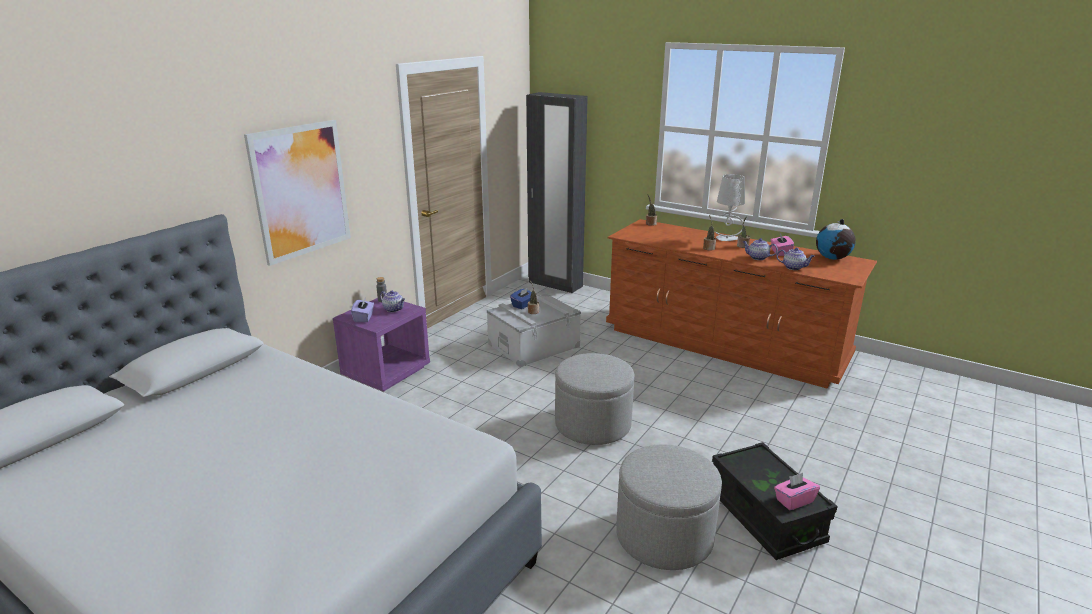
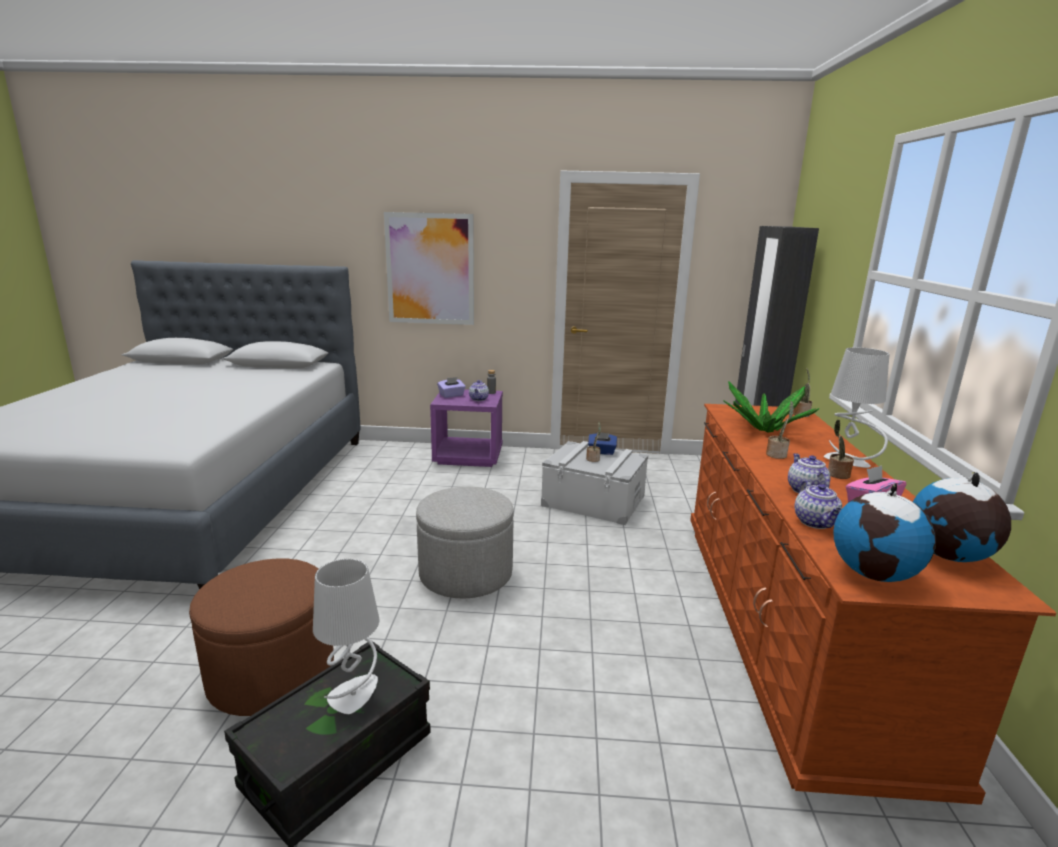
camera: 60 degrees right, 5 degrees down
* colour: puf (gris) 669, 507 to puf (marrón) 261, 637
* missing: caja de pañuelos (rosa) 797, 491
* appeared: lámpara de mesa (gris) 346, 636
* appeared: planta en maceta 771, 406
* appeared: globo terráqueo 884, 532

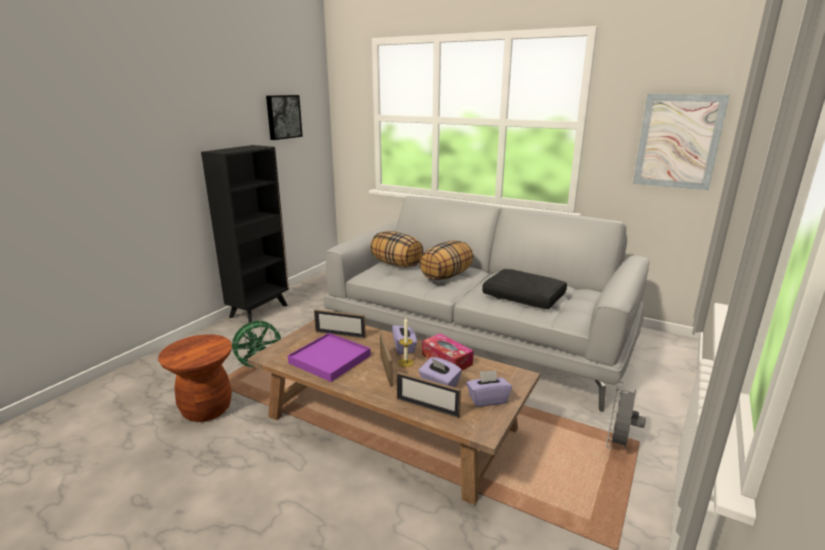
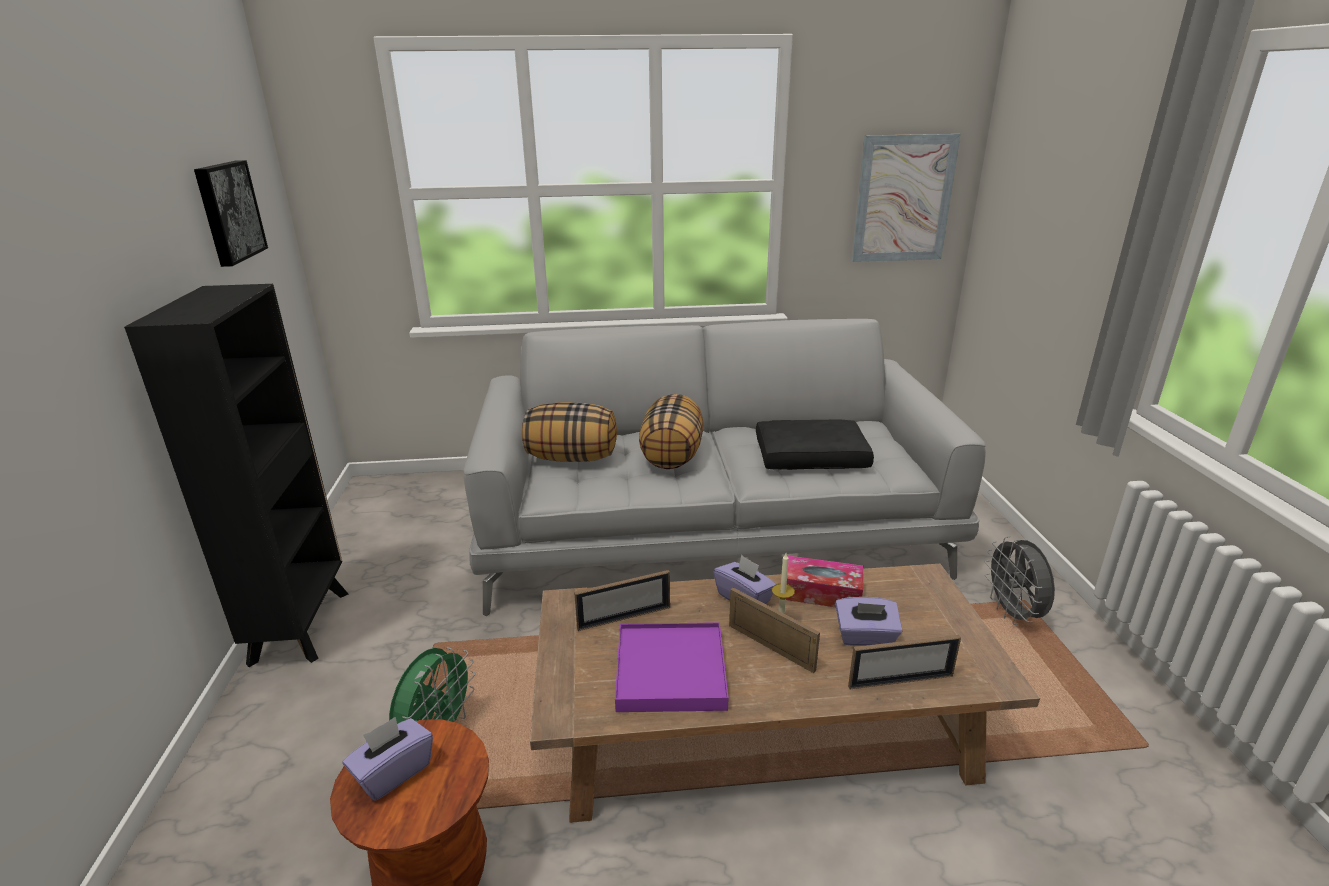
camera: 35 degrees left, 5 degrees up
* relocated: caja de pañuelos (morado) 489, 388 to 387, 759

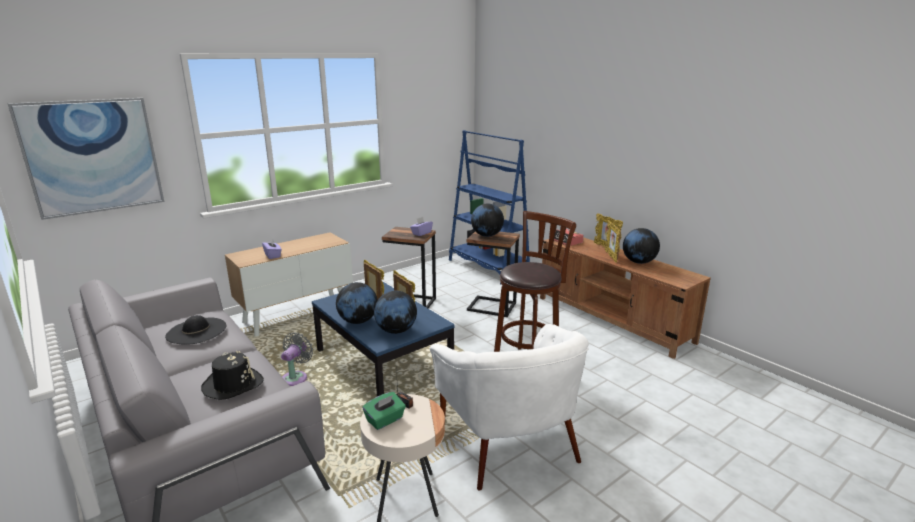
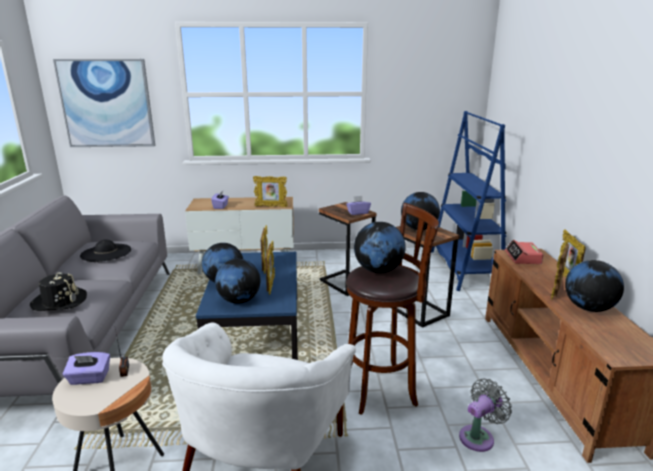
camera: 35 degrees right, 0 degrees up
* relocated: ventilador (gris) 297, 359 to 485, 415
* colour: caja de pañuelos (verde) 384, 411 to caja de pañuelos (morado) 86, 368
* appeared: portarretratos 270, 191
* appeared: globo terráqueo 380, 247

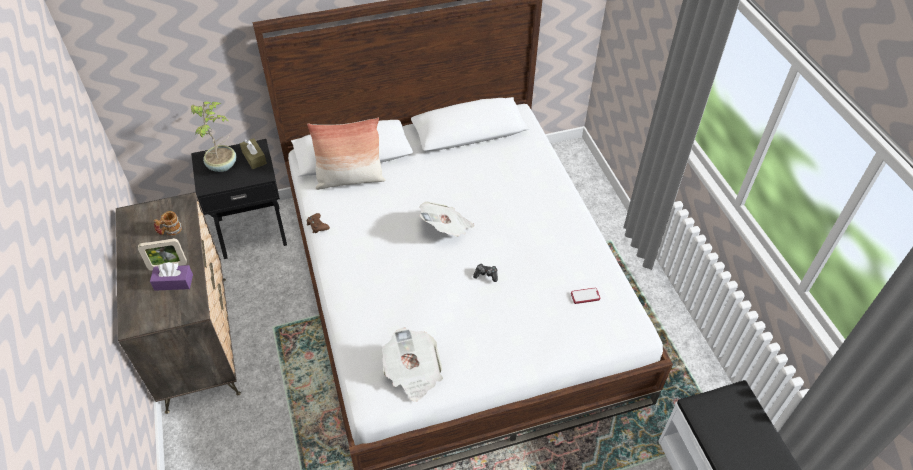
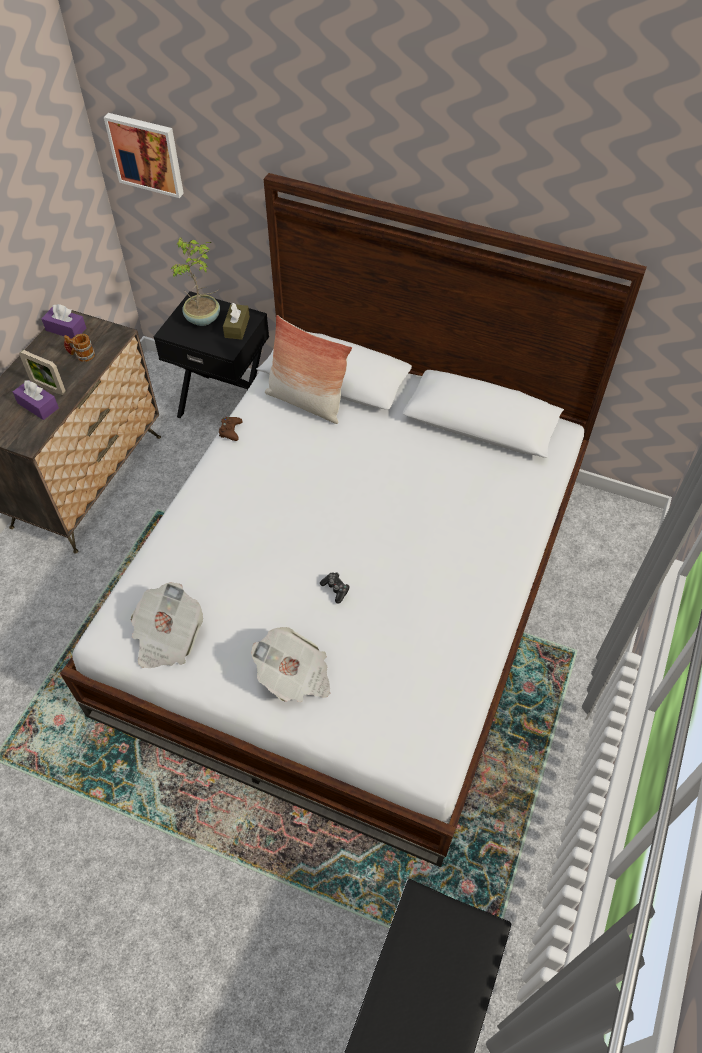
camera: 40 degrees right, 5 degrees up
* relocated: periódico 446, 219 to 290, 664
* missing: móvil 585, 296
* appeared: caja de pañuelos (morado) 64, 321
* appeared: cuadro 144, 155

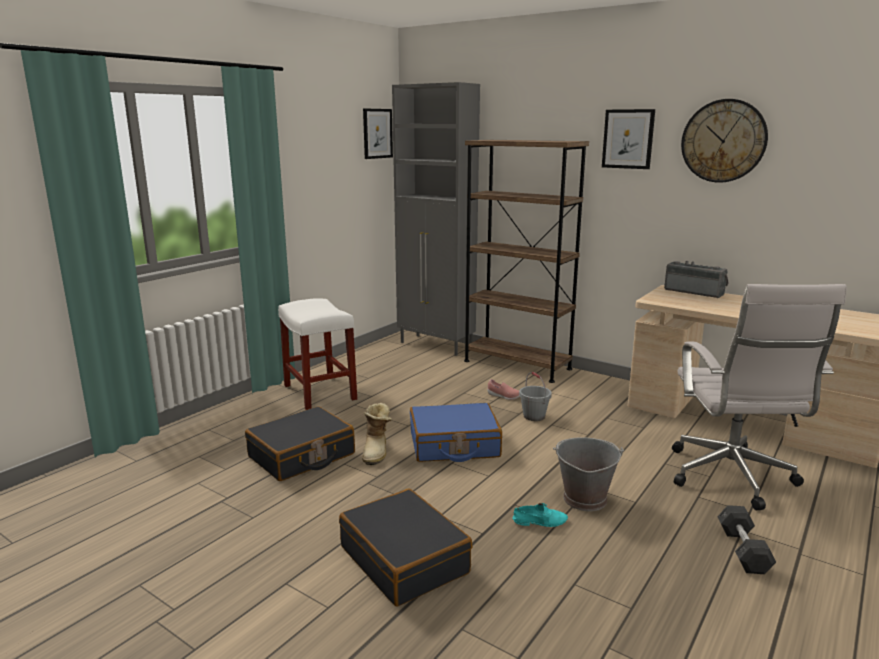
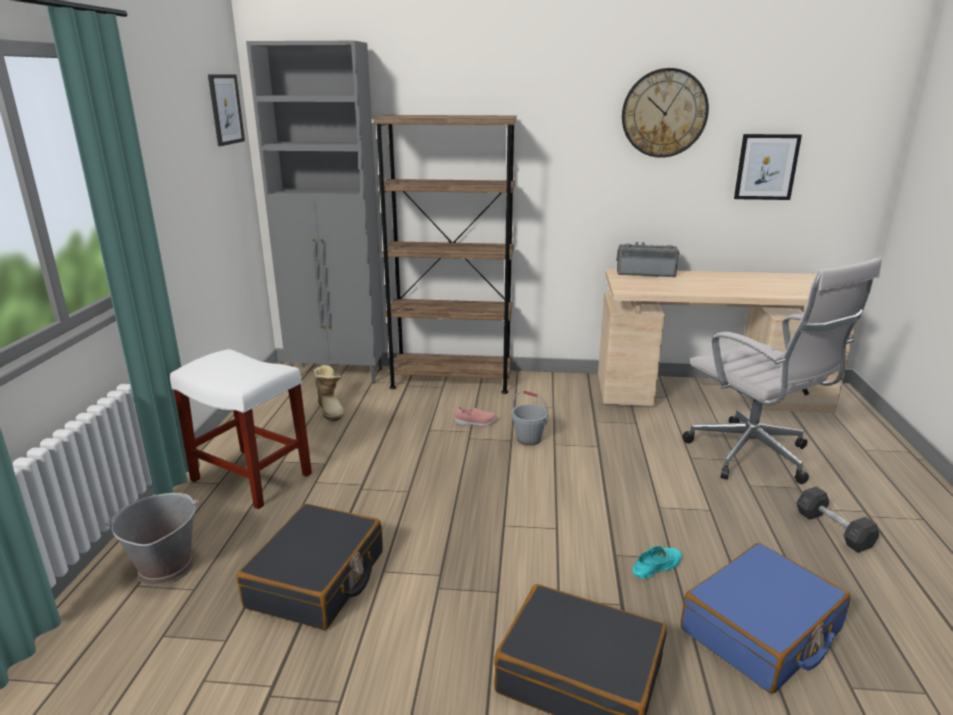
camera: 30 degrees left, 5 degrees up
* relocated: bota 377, 434 to 329, 393
* relocated: maleta (azul) 456, 432 to 765, 618
* relocated: cubo (gris) 588, 474 to 152, 539
* relocated: cuadro 628, 139 to 768, 167

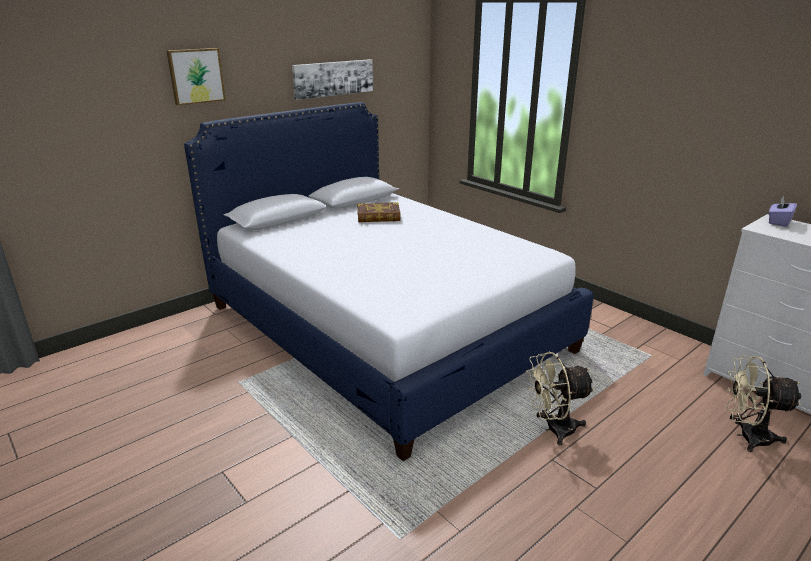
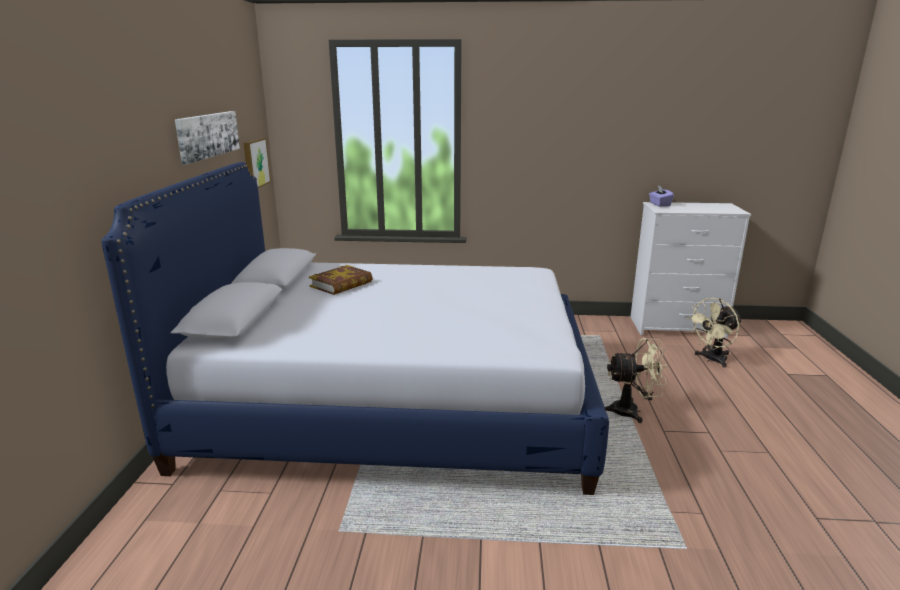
camera: 45 degrees left, 5 degrees down
* relocated: cuadro 196, 76 to 257, 163
* spun: ventilador (beis) 560, 398 = 636, 380 120 degrees counterclockwise

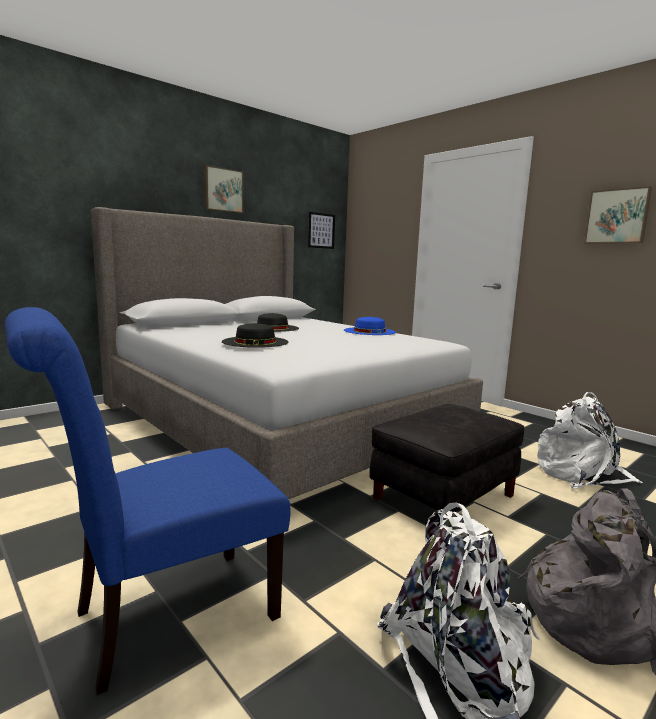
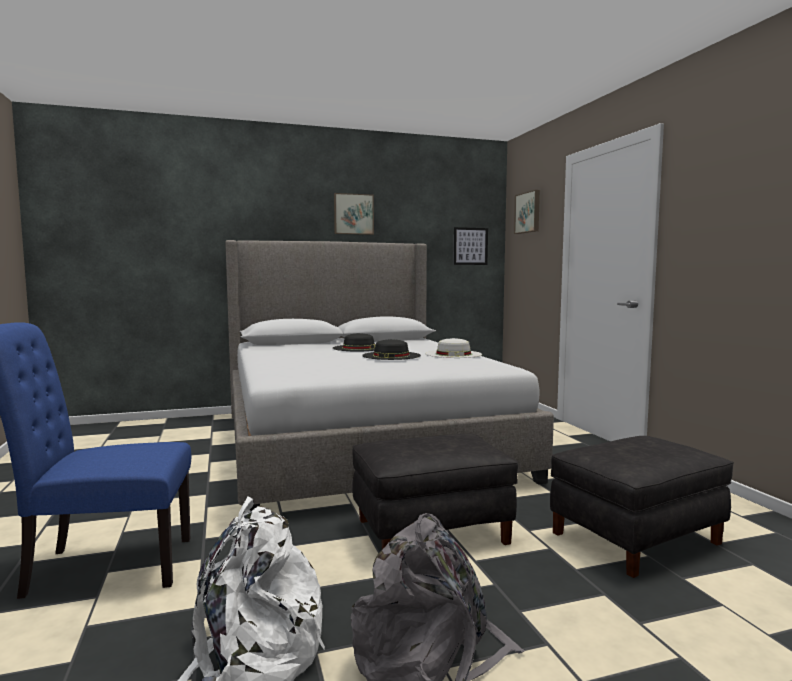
camera: 25 degrees right, 5 degrees down
* relocated: sombrero (negro) 255, 335 to 391, 349
* colour: sombrero (azul) 370, 326 to sombrero (blanco) 453, 348
* exchanged: mochila (blanco) 590, 440 to puf (negro) 642, 507
* relocated: cuadro 618, 214 to 527, 212

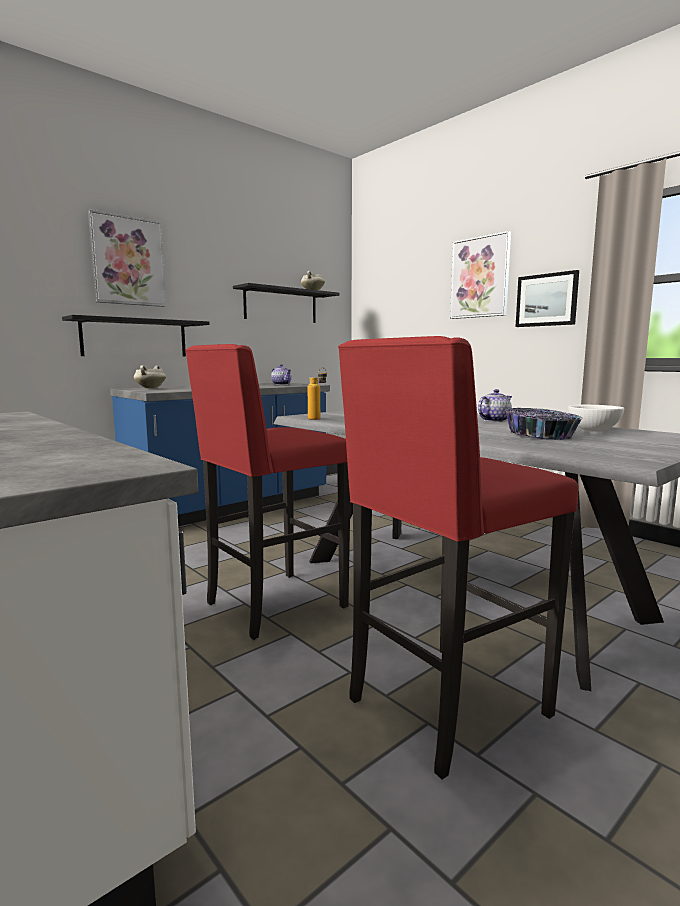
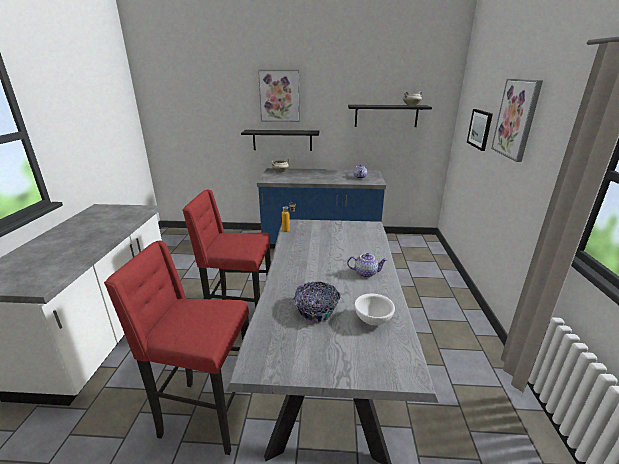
camera: 45 degrees right, 15 degrees up
* relocated: cuadro 547, 298 to 480, 130

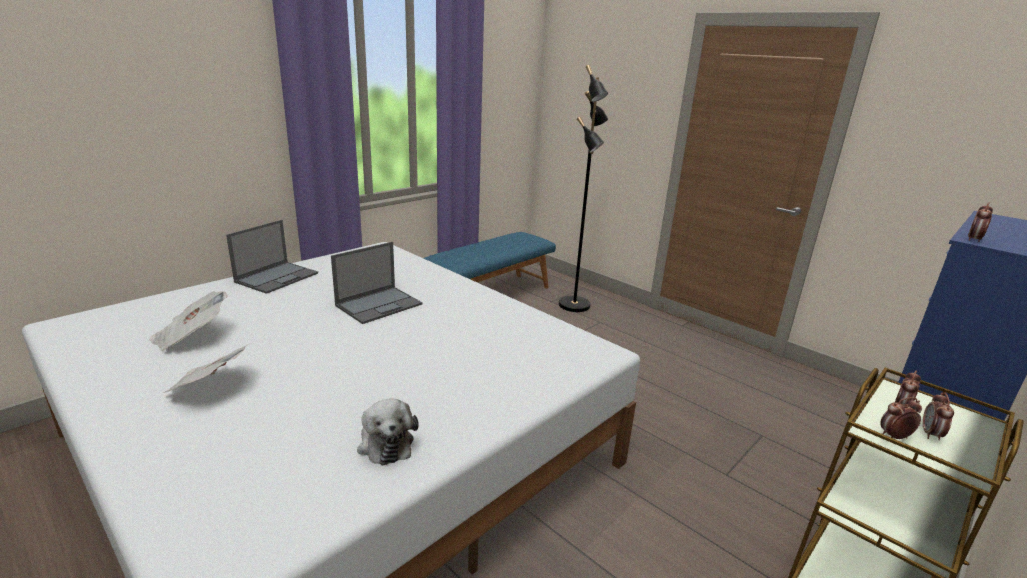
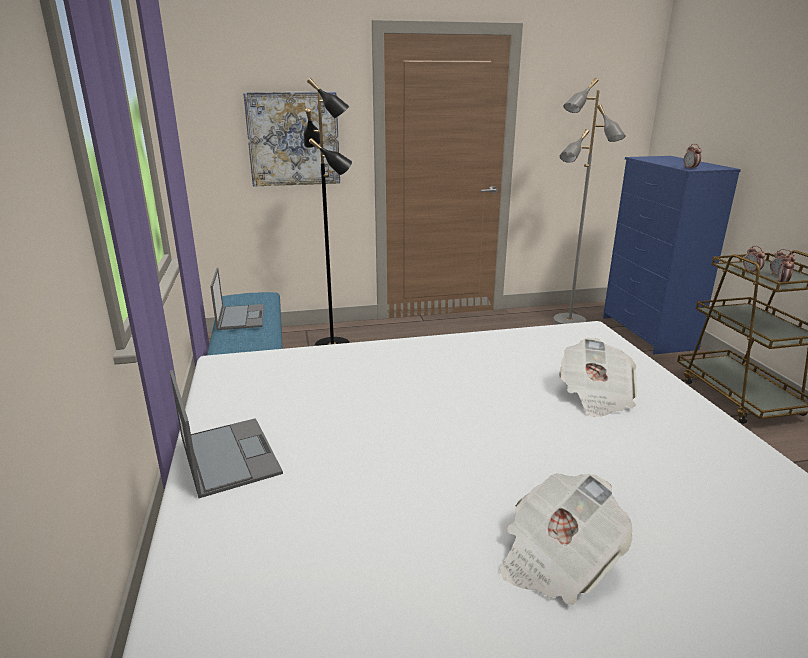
camera: 55 degrees left, 0 degrees up
* relocated: periódico 188, 321 to 598, 377
* relocated: portátil 377, 283 to 237, 299
* missing: peluche 388, 432
* appeared: cuadro 291, 139
* appeared: lámpara de pie (gris) 589, 201

